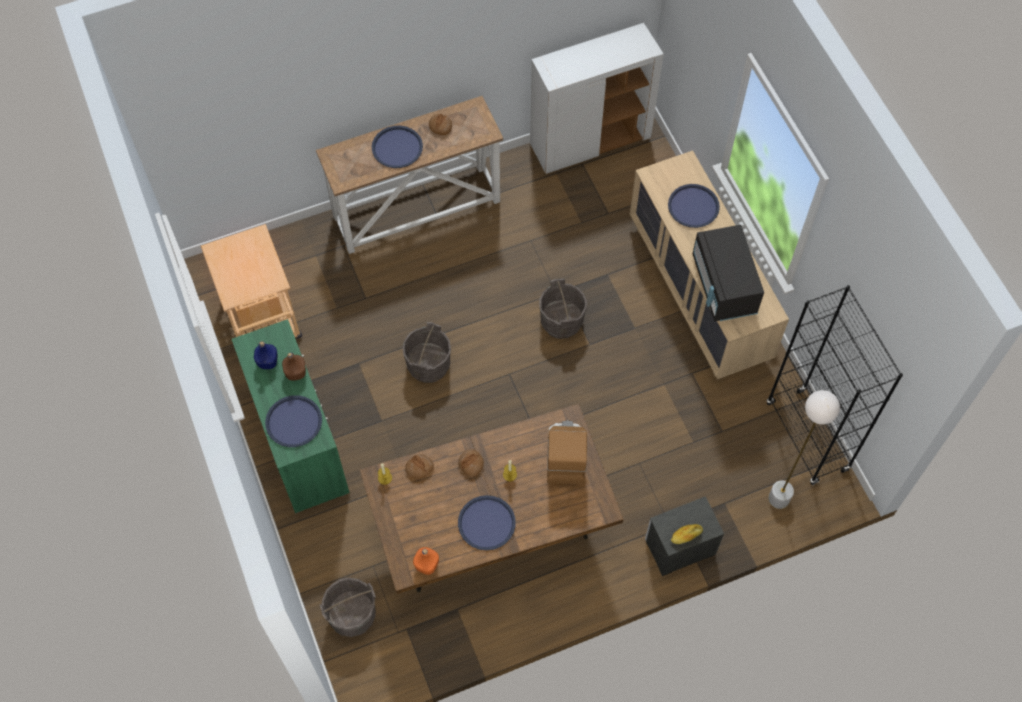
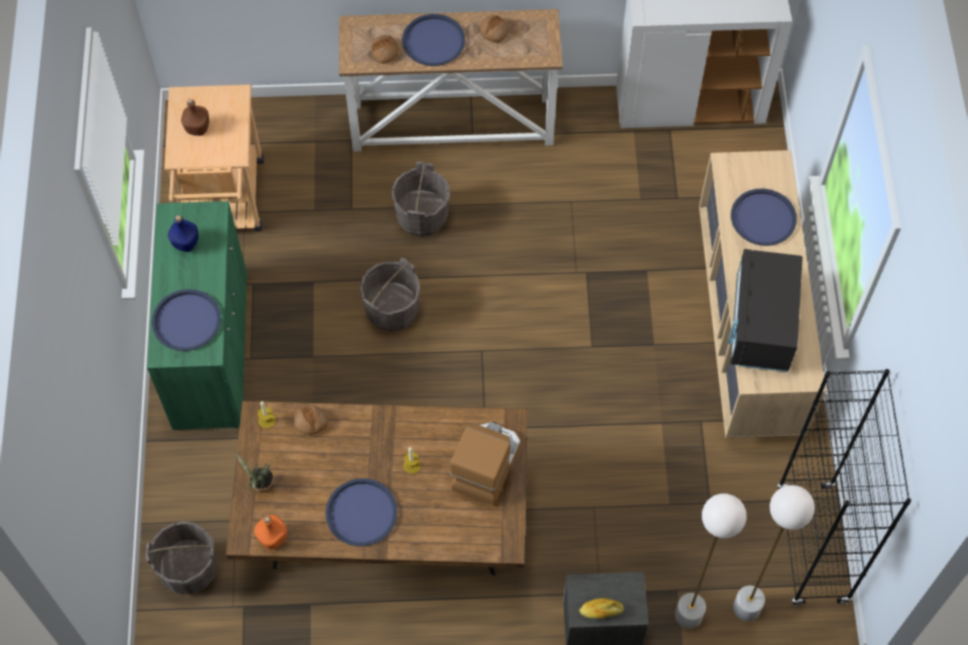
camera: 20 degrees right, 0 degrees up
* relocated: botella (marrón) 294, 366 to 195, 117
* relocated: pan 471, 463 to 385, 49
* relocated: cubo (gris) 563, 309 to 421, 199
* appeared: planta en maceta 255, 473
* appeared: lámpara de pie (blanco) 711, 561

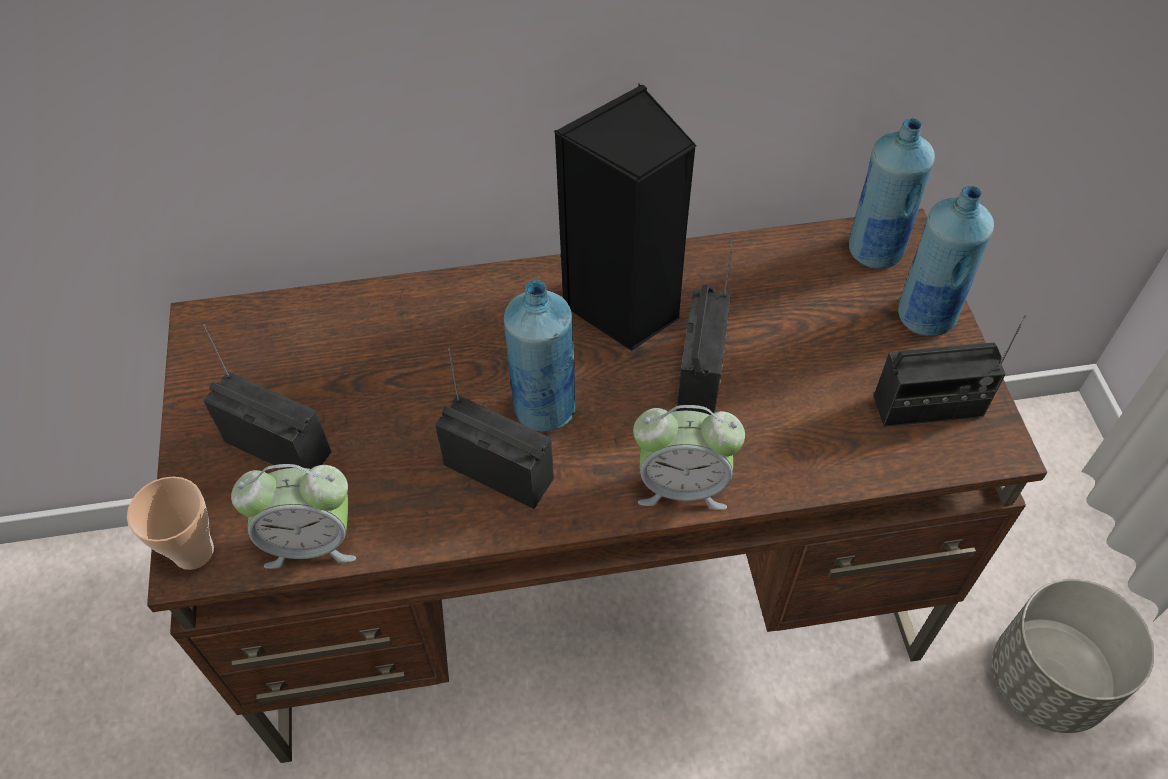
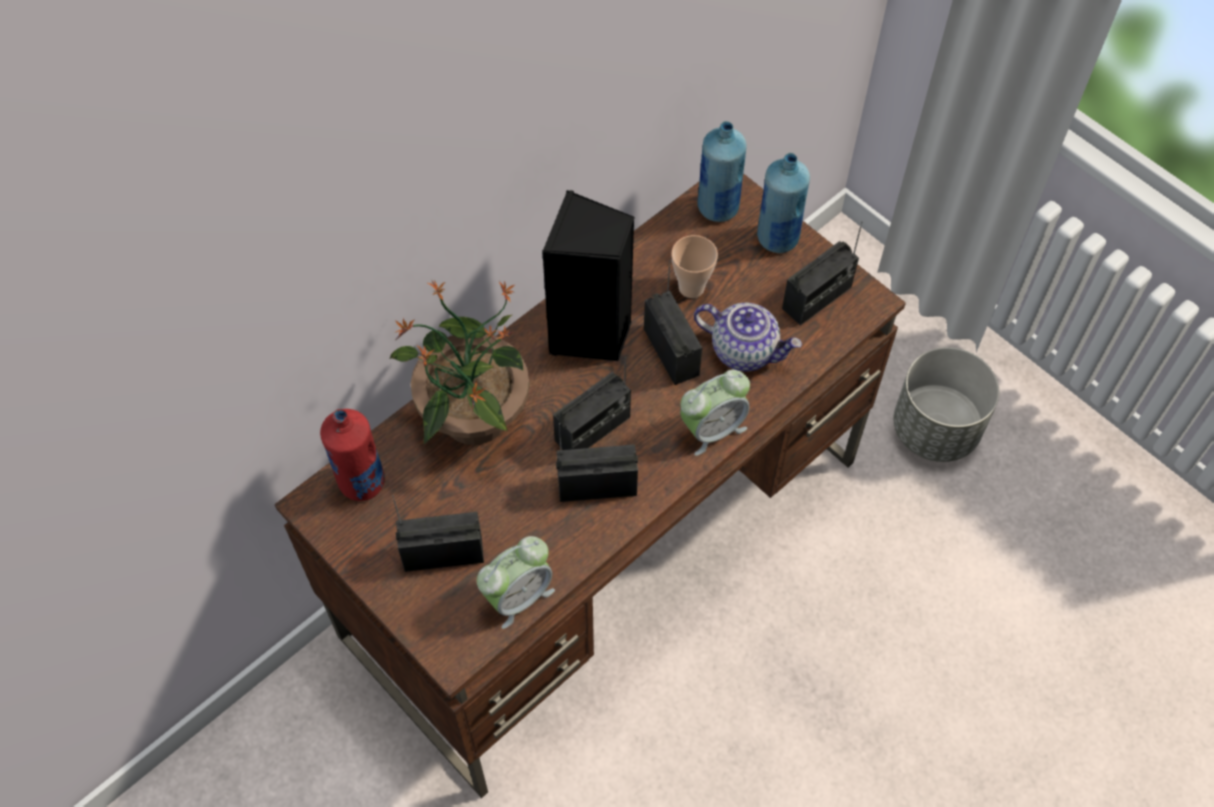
camera: 35 degrees left, 5 degrees up
* relocated: taza 170, 523 to 694, 266
* exchanged: botella (azul) 540, 356 to radio 592, 403
* appeared: botella (rojo) 352, 455
* appeared: planta en maceta 459, 363
* appeared: tetera 748, 337

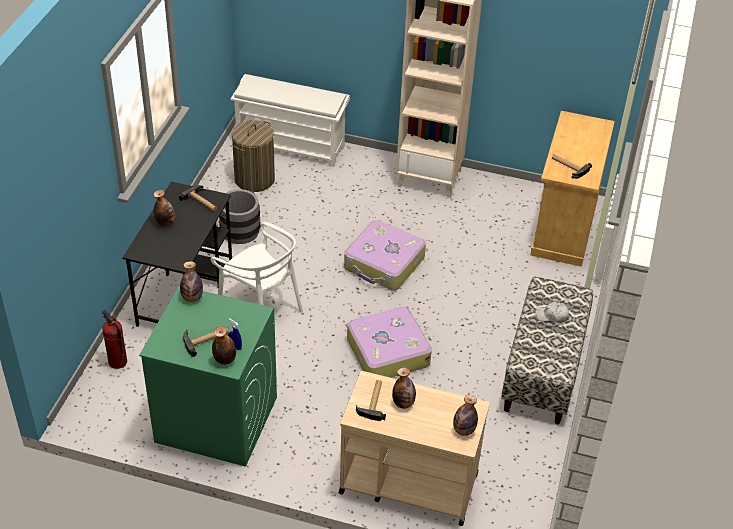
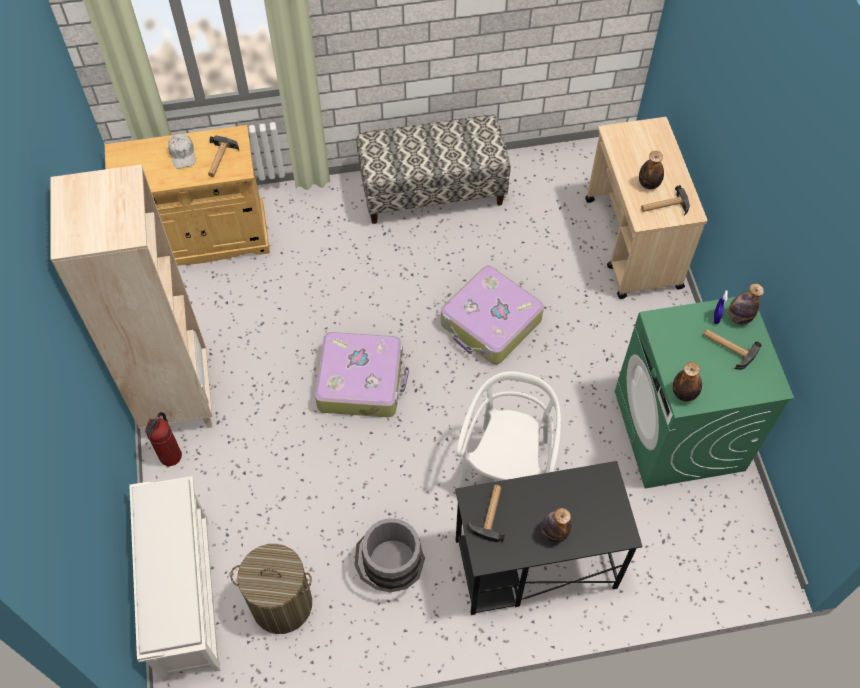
camera: 115 degrees left, 15 degrees up
* relocated: extintor 114, 339 to 163, 439
* missing: botella 465, 415
* relocated: gorra (blanco) 552, 312 to 182, 151

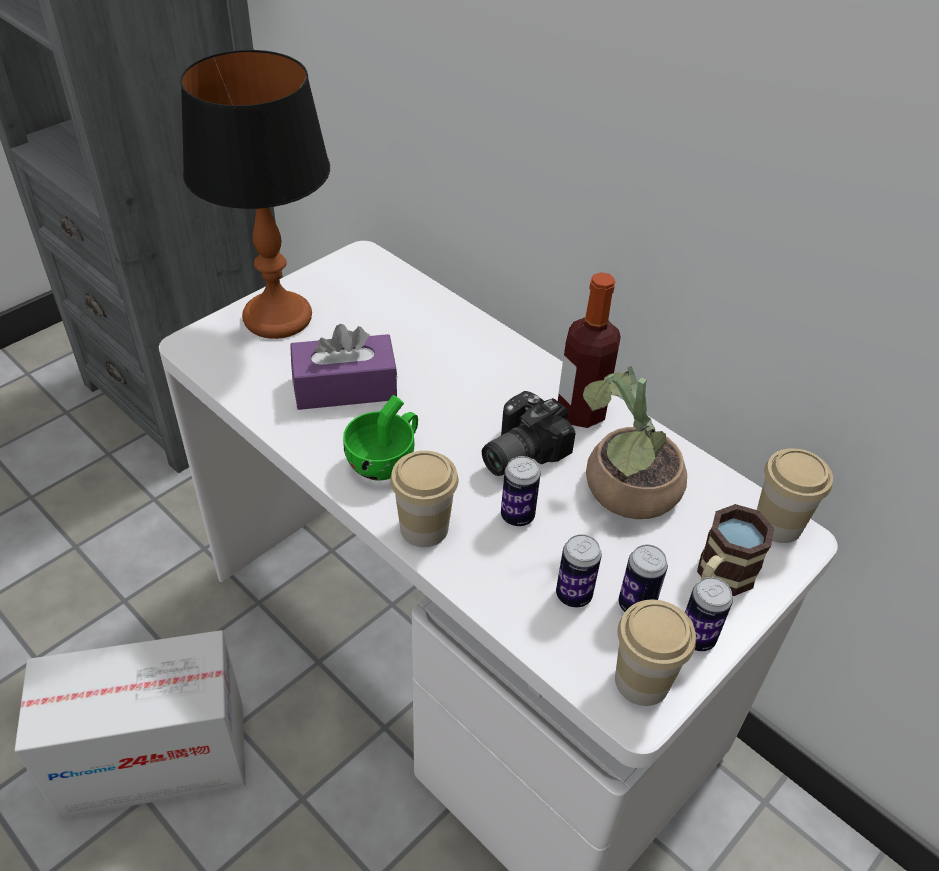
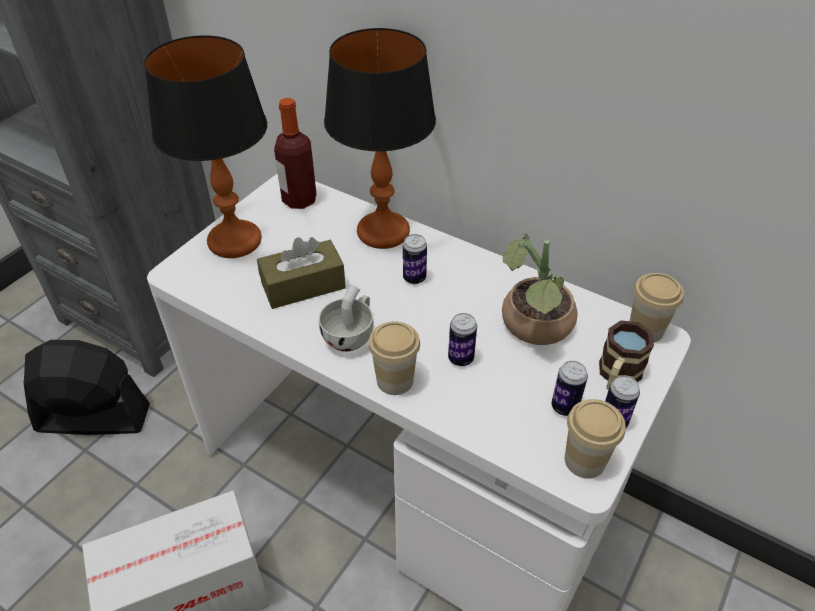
camera: 10 degrees left, 0 degrees up
* colour: caja de pañuelos (morado) 344, 367 to caja de pañuelos (marrón) 301, 273
* colour: taza (verde) 380, 438 to taza (blanco) 346, 318
* missing: cámara 529, 433
* relocated: lata 579, 570 to 415, 259
* relocated: botella 589, 350 to 295, 153
* appeared: ventilador (negro) 86, 387
* appeared: lámpara de mesa 380, 138

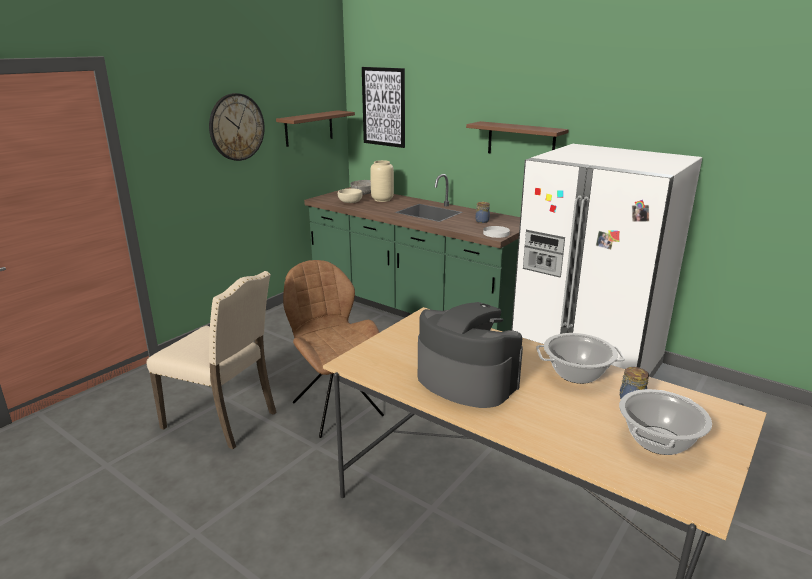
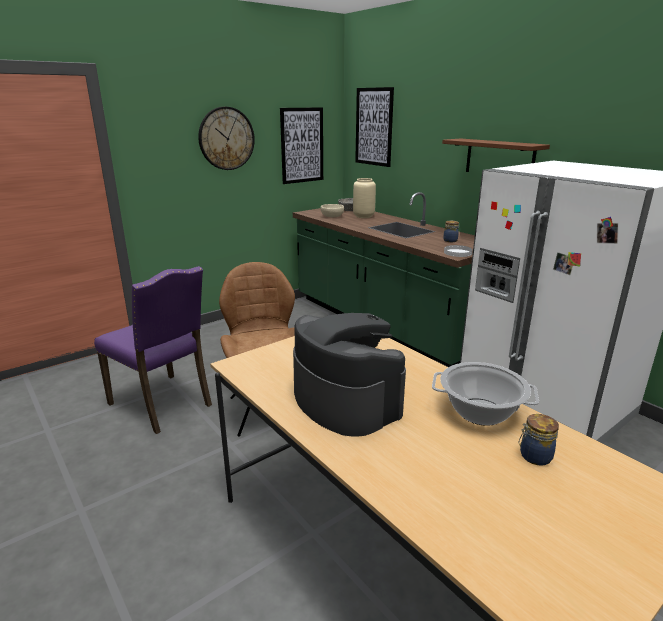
camera: 15 degrees right, 0 degrees up
* colour: silla (beis) 211, 360 to silla (morado) 153, 350
* exchanged: estante (marrón) 315, 128 to cuadro 301, 145
* missing: olla 665, 422

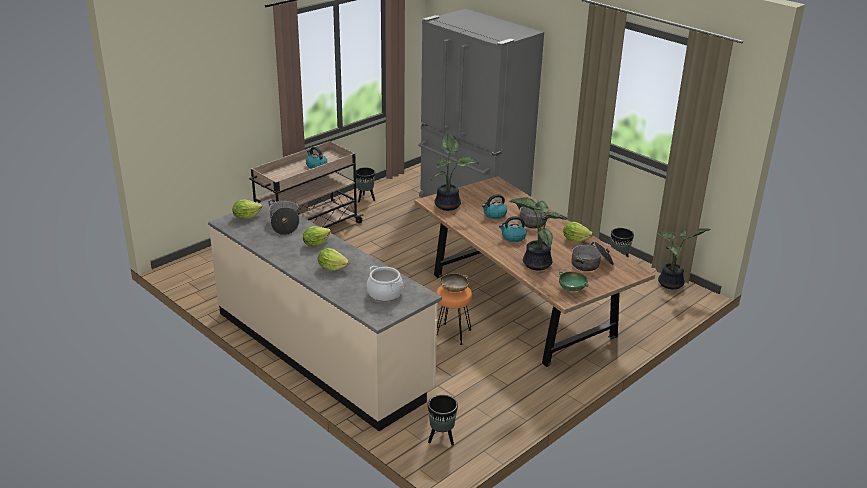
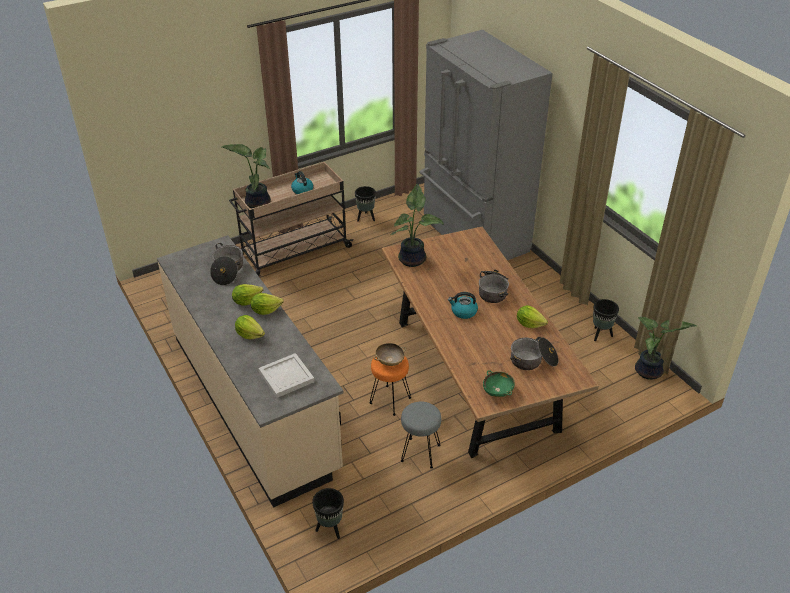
camera: 15 degrees right, 10 degrees up
* relocated: lechuga 247, 209 to 267, 304
* exchanged: olla 385, 284 to bandeja (blanco) 286, 375
* missing: hervidor 494, 206
* relocated: planta en maceta 538, 233 to 246, 176
* appeared: taburete (gris) 421, 435

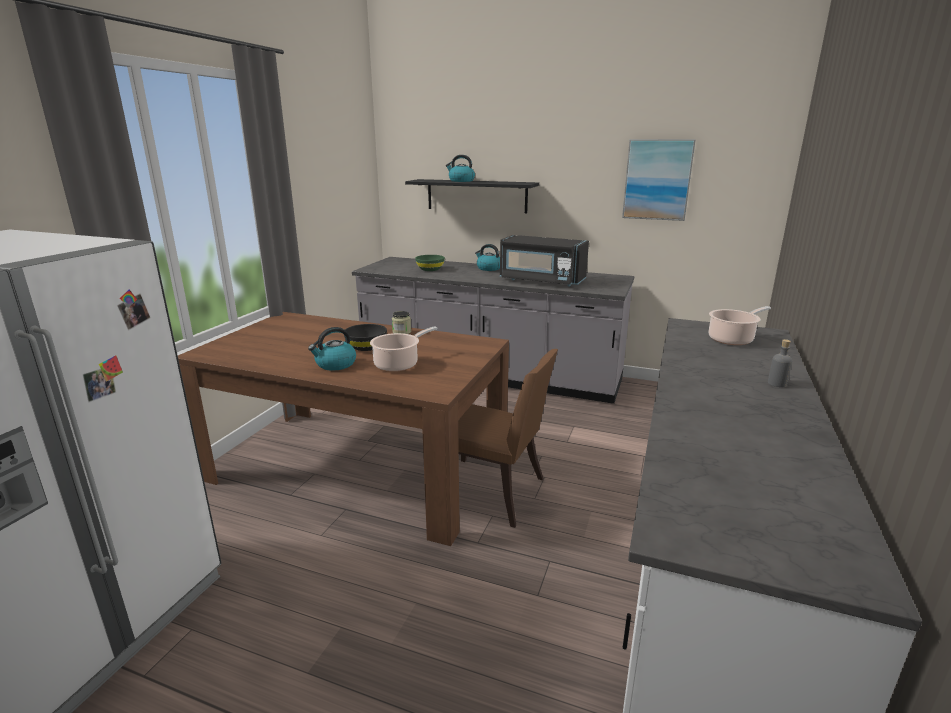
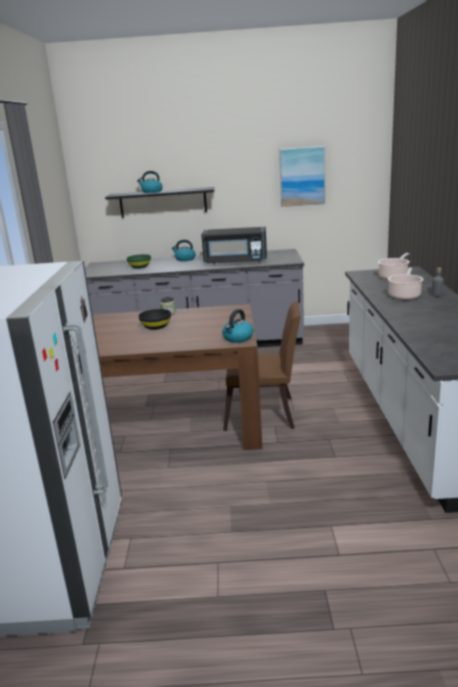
camera: 20 degrees left, 0 degrees up
* relocated: hervidor 332, 348 to 238, 326
* relocated: olla 403, 349 to 406, 284

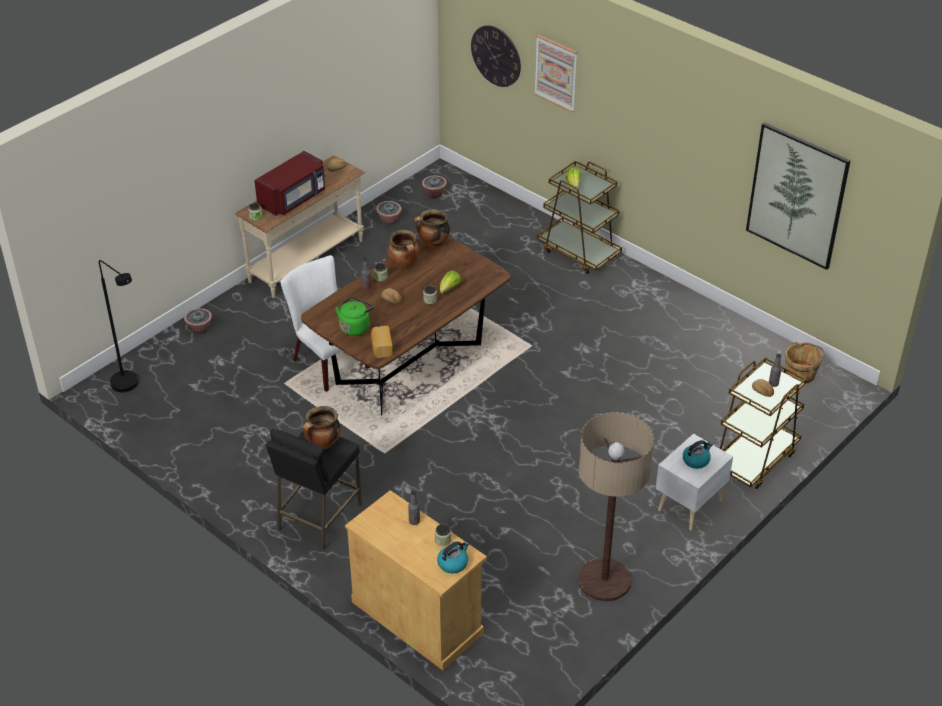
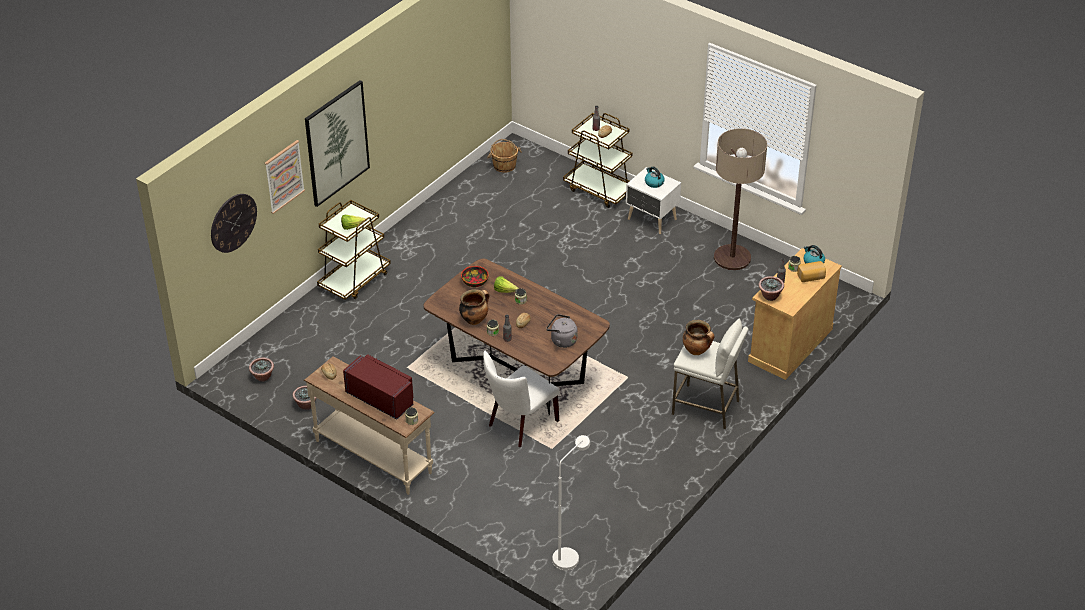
camera: 95 degrees left, 0 degrees up
* colour: lámpara de pie (negro) 118, 326 to lámpara de pie (blanco) 571, 503
* relocated: planta en maceta 198, 321 to 771, 288
* colour: taburete (negro) 314, 490 to taburete (blanco) 710, 374
* colour: hervidor (verde) 354, 316 to hervidor (gris) 562, 331
* relocated: pan 382, 342 to 811, 271
* missing: olla 432, 228
* relocated: cuadro 798, 196 to 337, 143
* appeared: cuenco 475, 276

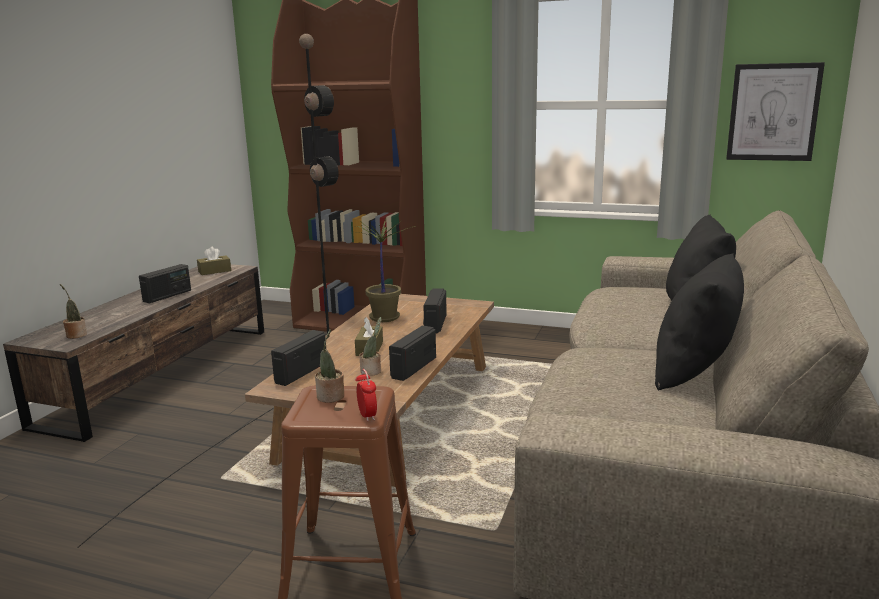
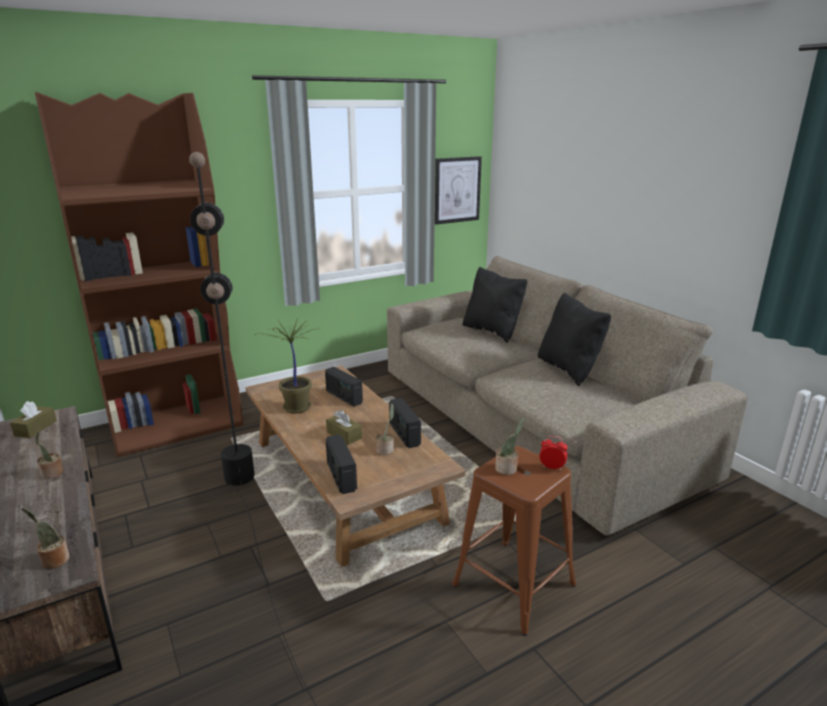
camera: 50 degrees left, 5 degrees up
* exchanged: radio 165, 283 to planta en maceta 49, 455

